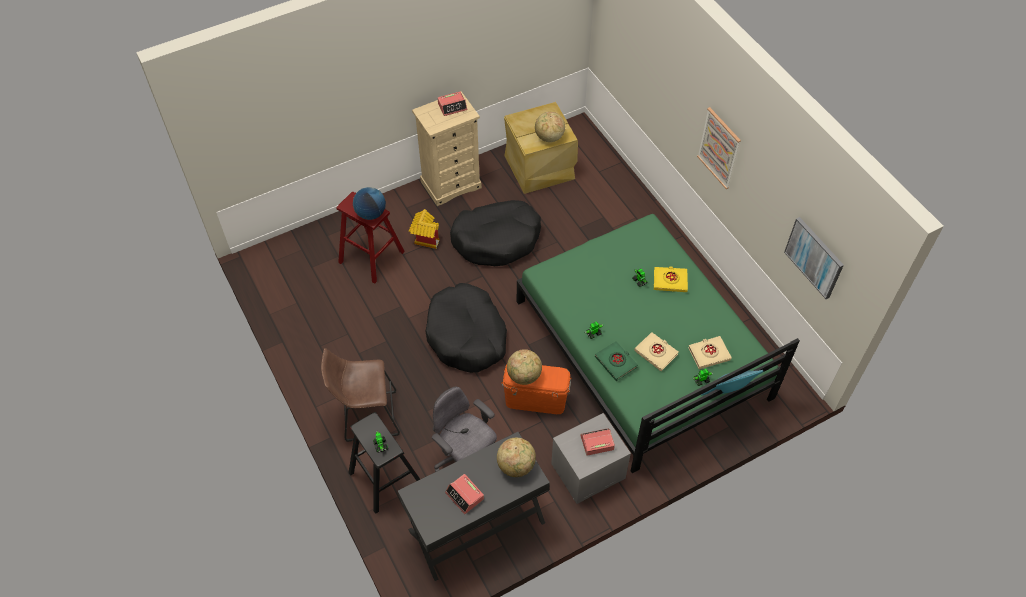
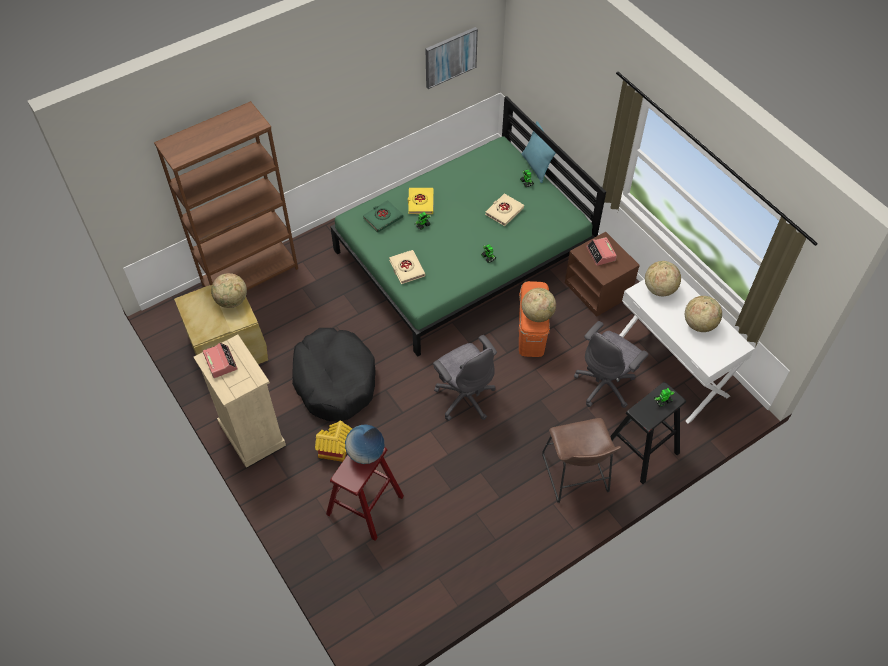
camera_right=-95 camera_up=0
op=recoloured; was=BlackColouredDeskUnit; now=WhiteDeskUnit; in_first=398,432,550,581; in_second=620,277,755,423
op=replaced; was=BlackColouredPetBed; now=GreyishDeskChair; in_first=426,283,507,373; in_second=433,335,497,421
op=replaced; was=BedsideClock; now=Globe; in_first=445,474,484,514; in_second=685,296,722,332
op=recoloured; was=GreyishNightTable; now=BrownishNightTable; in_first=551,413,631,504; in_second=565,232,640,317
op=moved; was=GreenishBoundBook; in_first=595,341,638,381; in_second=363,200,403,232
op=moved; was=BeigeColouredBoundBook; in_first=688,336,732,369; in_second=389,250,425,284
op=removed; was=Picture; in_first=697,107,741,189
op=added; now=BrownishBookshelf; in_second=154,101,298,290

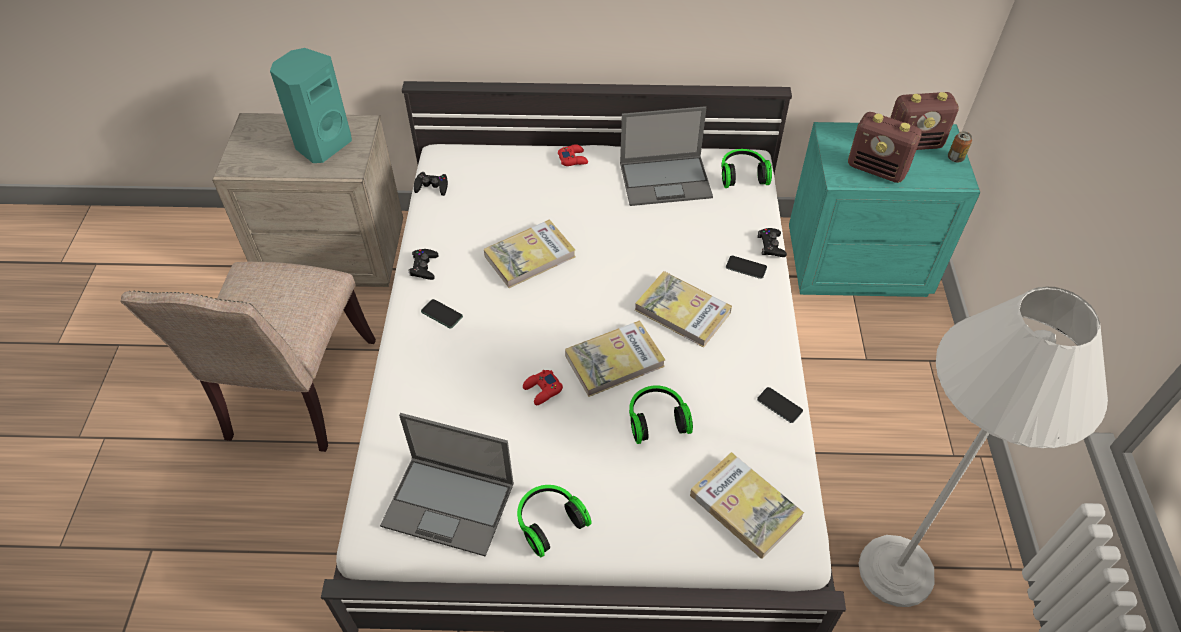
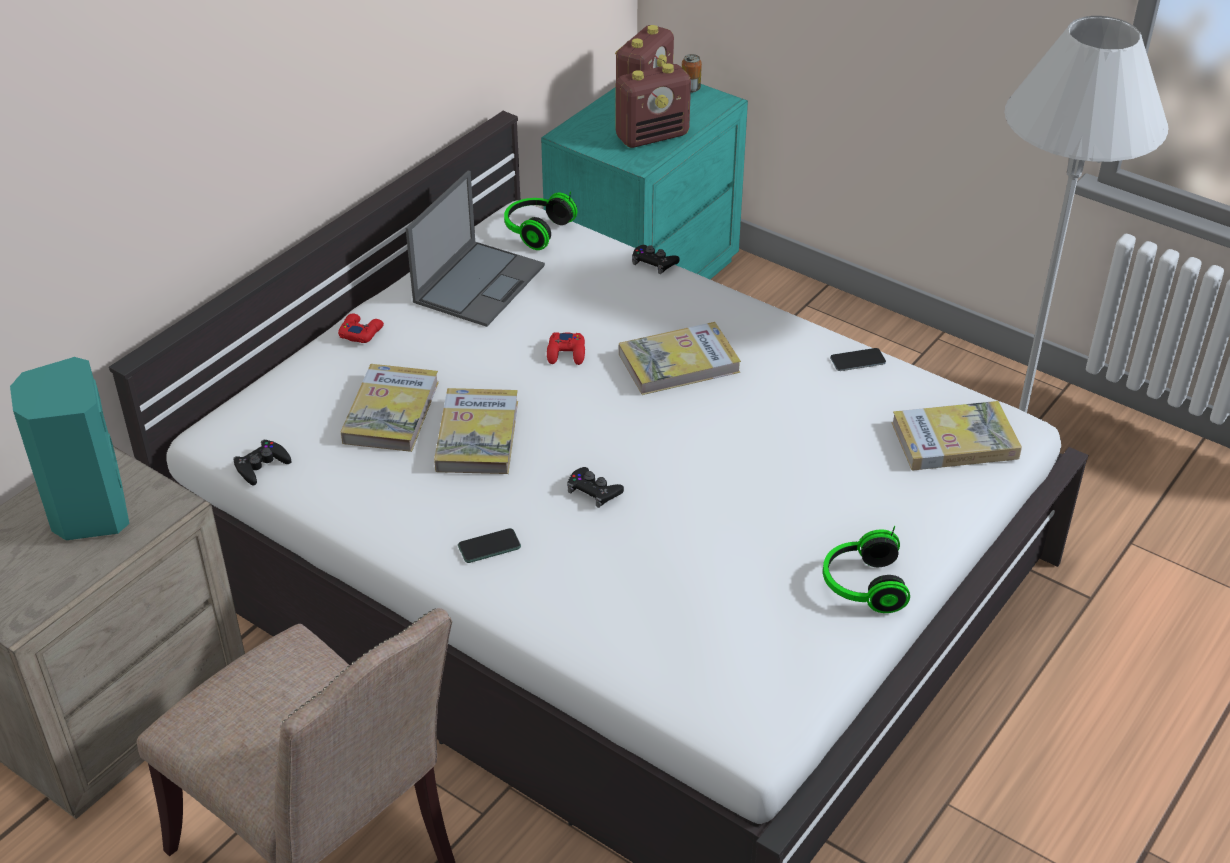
camera_right=-55 camera_up=-10
op=removed; was=Laptop; in_first=380,413,514,557
op=moved; was=BlackColouredGamepad; in_first=409,249,438,280; in_second=567,467,624,508
op=moved; was=ReddishGamepad; in_first=523,370,563,405; in_second=547,332,585,365
op=moved; was=BoundBook; in_first=565,321,665,397; in_second=341,364,439,452
op=removed; was=PairOfHeadphones; in_first=629,385,693,444
op=removed; was=Phone; in_first=726,256,767,279

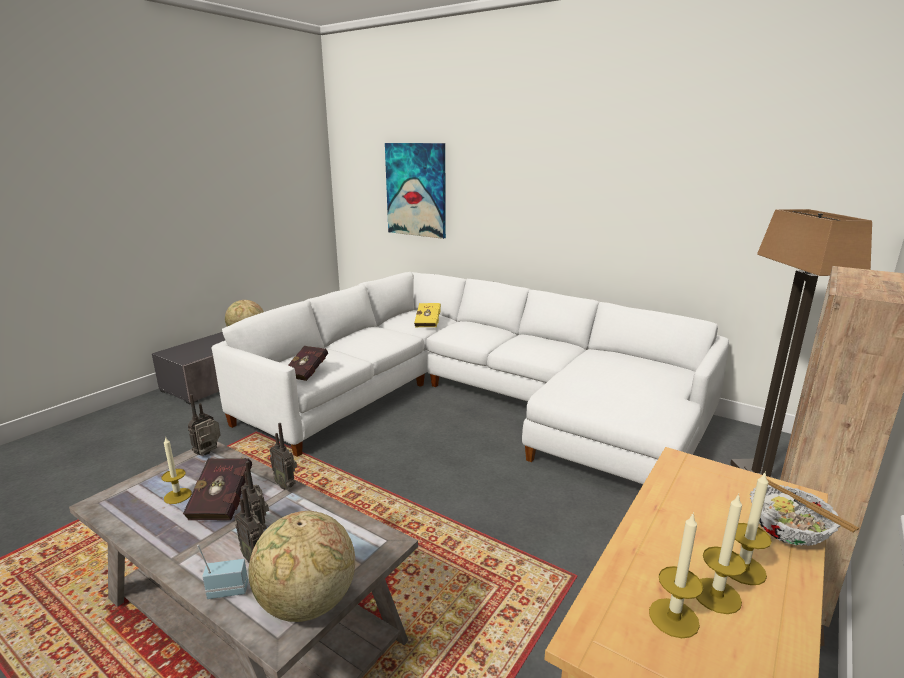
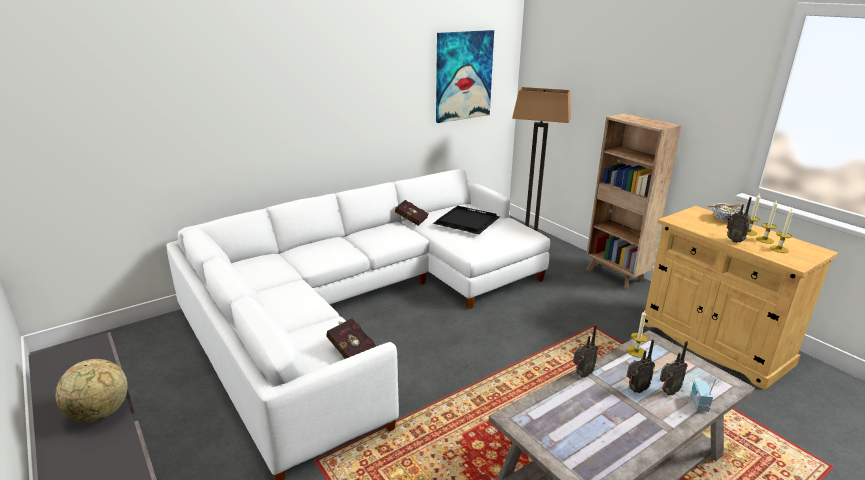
camera_right=-70 camera_up=5
op=moved; was=WaxLight; in_first=161,436,192,504; in_second=627,310,648,358
op=moved; was=ReddishBoundBook; in_first=183,455,252,520; in_second=394,200,429,226
op=moved; was=Radio; in_first=188,394,220,455; in_second=727,197,752,243
op=removed; was=Globe; in_first=248,511,355,622
op=moved; was=Picture; in_first=385,143,446,239; in_second=436,30,494,123
op=removed; was=YellowColouredBoundBook; in_first=414,303,441,327
op=added; now=BlackColouredServingTray; in_second=433,206,500,234

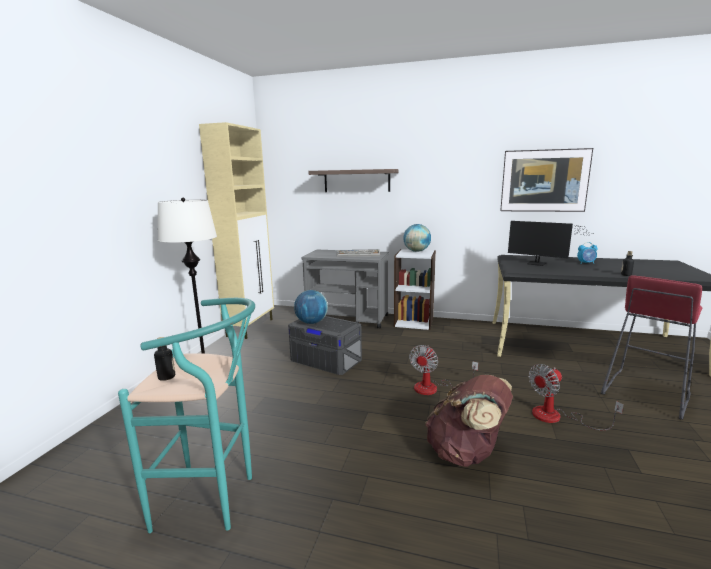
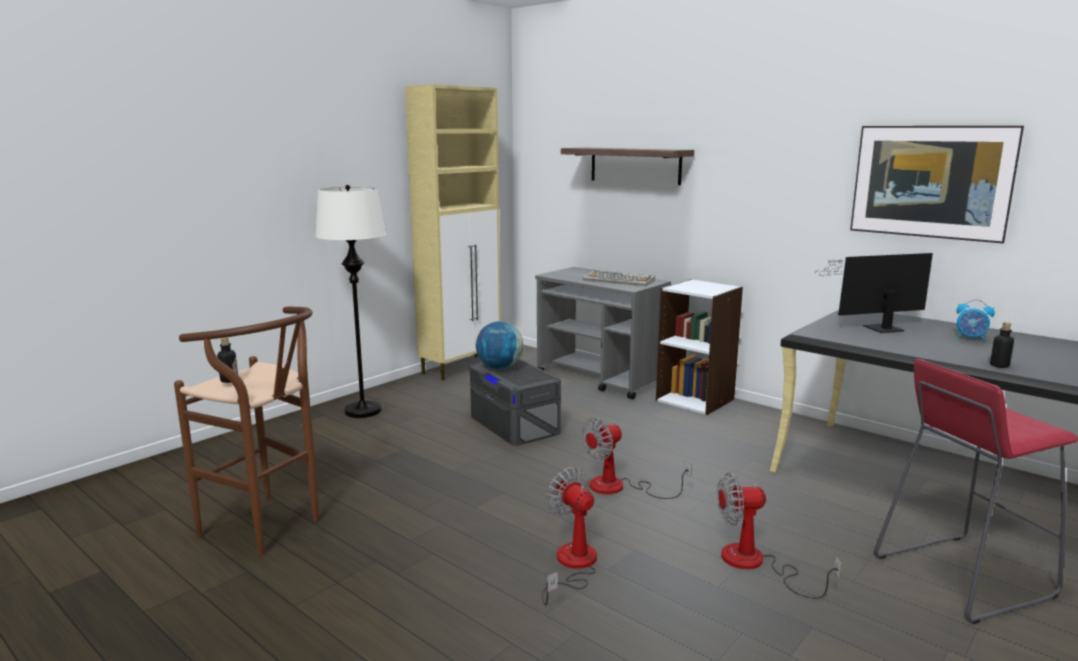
camera_right=25 camera_up=0
op=recoloured; was=TurquoiseColouredSittingStool; now=BrownishSittingStool; in_first=118,298,255,533; in_second=174,307,319,555
op=removed; was=Globe; in_first=403,224,431,252
op=replaced; was=BrownishKnapsack; now=ElectricFan; in_first=425,375,513,467; in_second=542,467,597,606
op=turned; was=ComputerScreen; in_first=508,221,587,266; in_second=818,253,933,333; clockwise=105

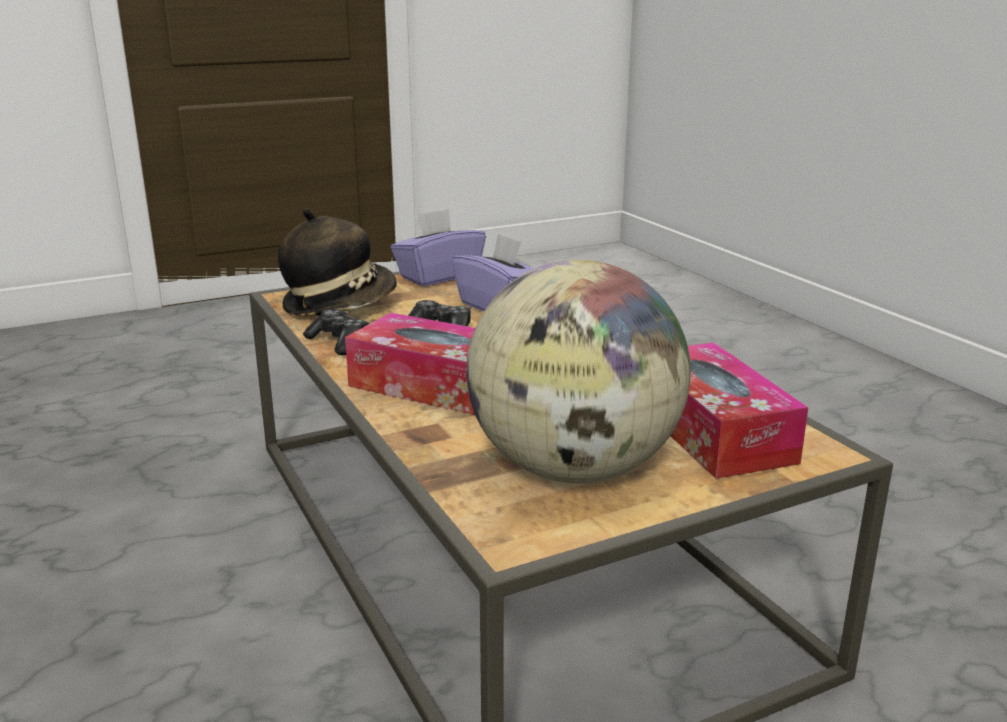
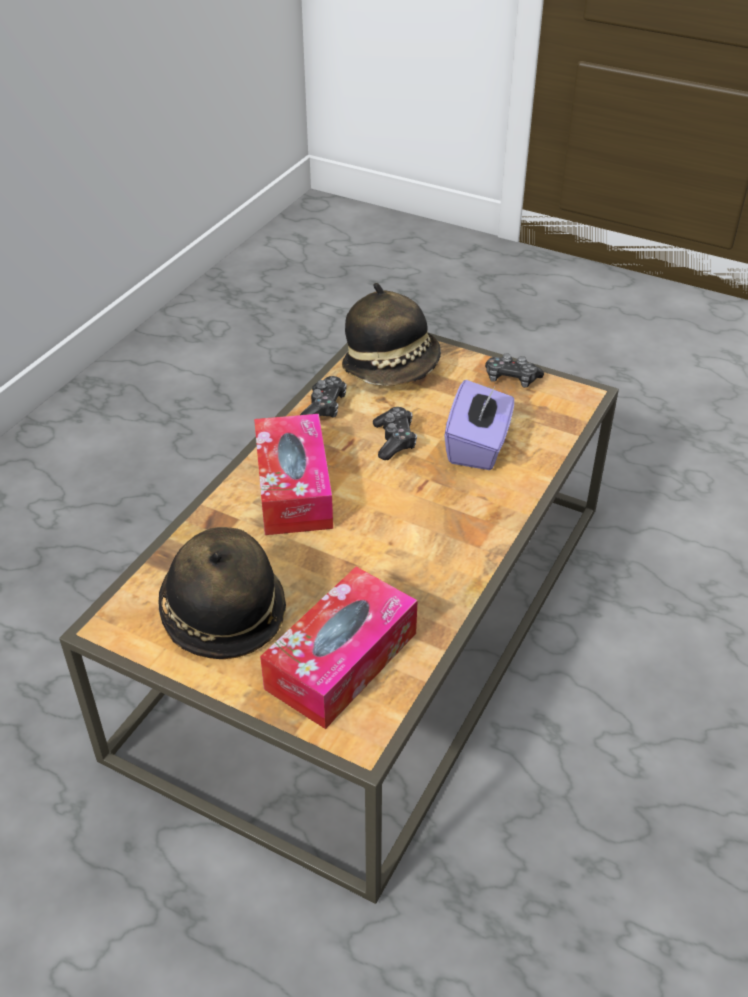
camera_right=55 camera_up=20
op=replaced; was=PurplishTissueHolder; now=Gamepad; in_first=391,209,486,286; in_second=485,353,544,388
op=replaced; was=Globe; now=WearableHat; in_first=466,260,691,483; in_second=158,527,286,659

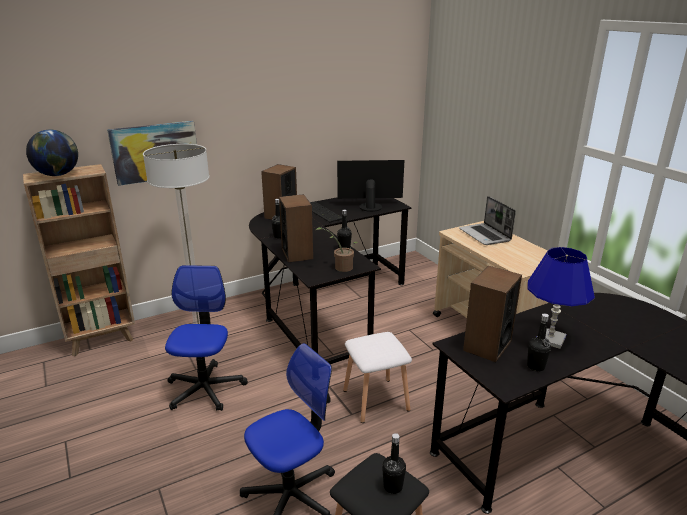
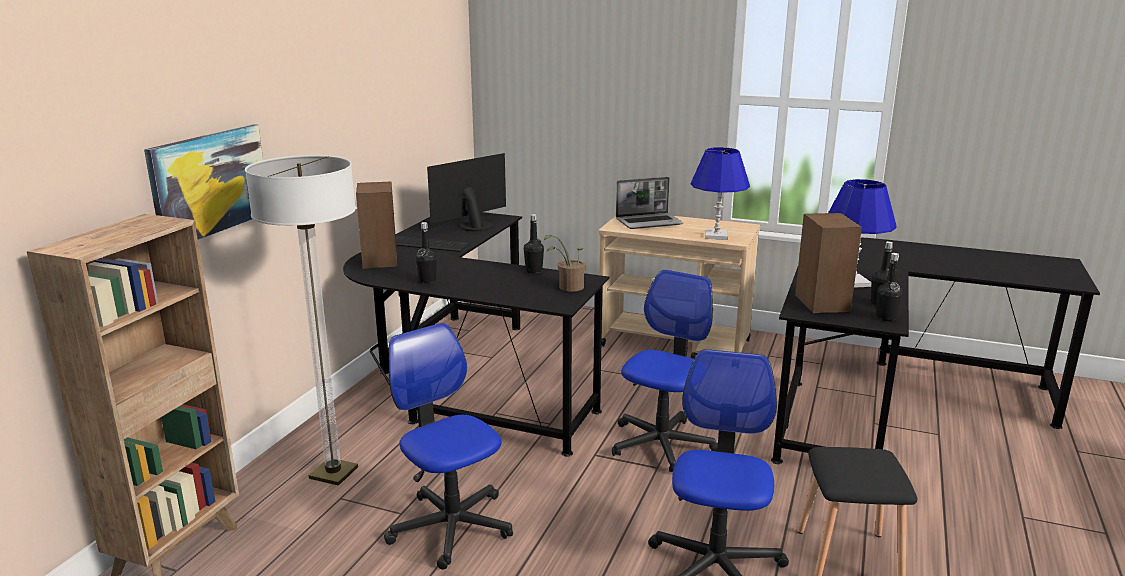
camera_right=-40 camera_up=-5
op=removed; was=Globe; in_first=26,130,78,176
op=removed; was=Speaker; in_first=279,194,313,263
op=replaced; was=WhiteSittingStool; now=DeskChair; in_first=343,332,412,423; in_second=612,270,718,472
op=moved; was=BlackColouredBeverageBottle; in_first=382,433,406,494; in_second=876,253,902,321
op=turned; was=Laptop; in_first=459,196,516,245; in_second=616,177,683,229; clockwise=-45
op=added; now=BlueLampForATable; in_second=691,147,750,240

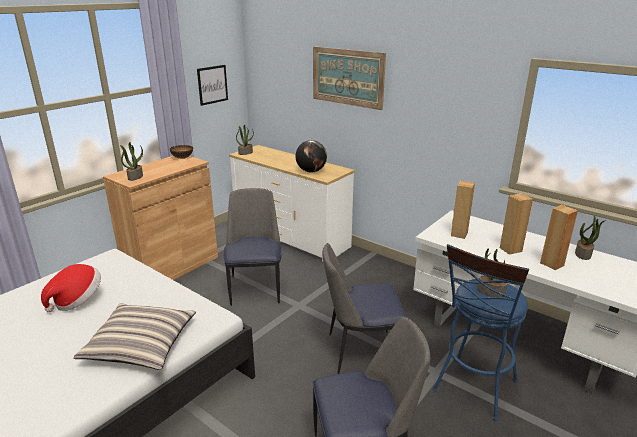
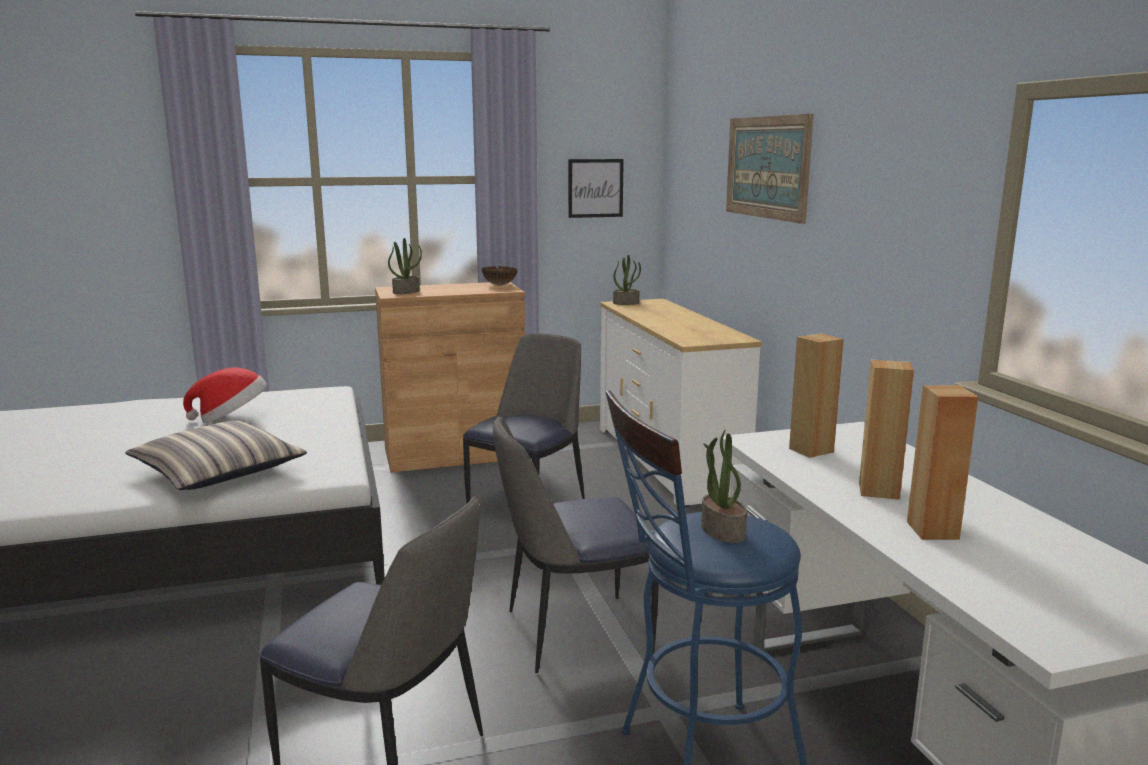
camera_right=35 camera_up=-10
op=removed; was=Globe; in_first=296,140,327,172
op=turned; was=PlainChair; in_first=322,243,406,374; in_second=493,416,659,673; clockwise=-45
op=removed; was=Houseplant; in_first=575,215,606,260

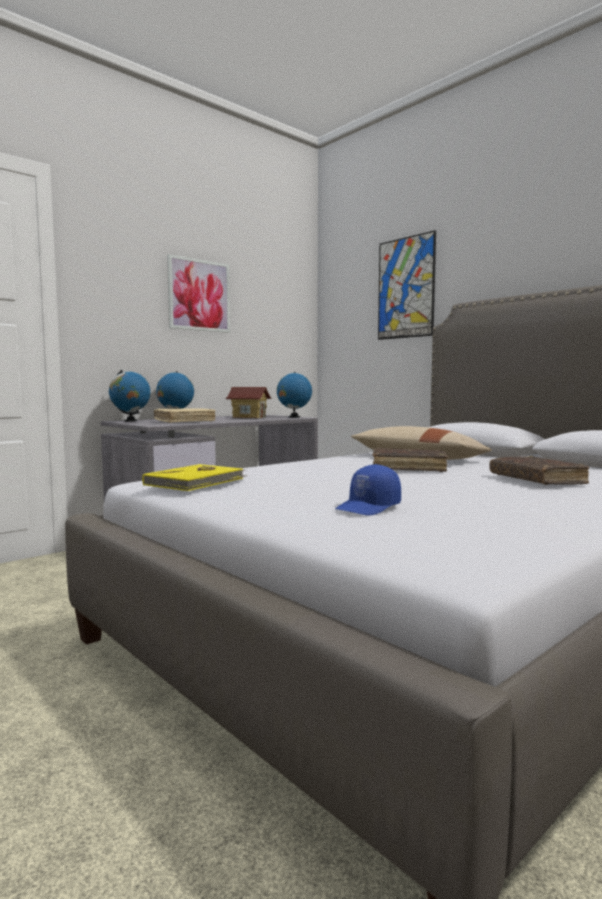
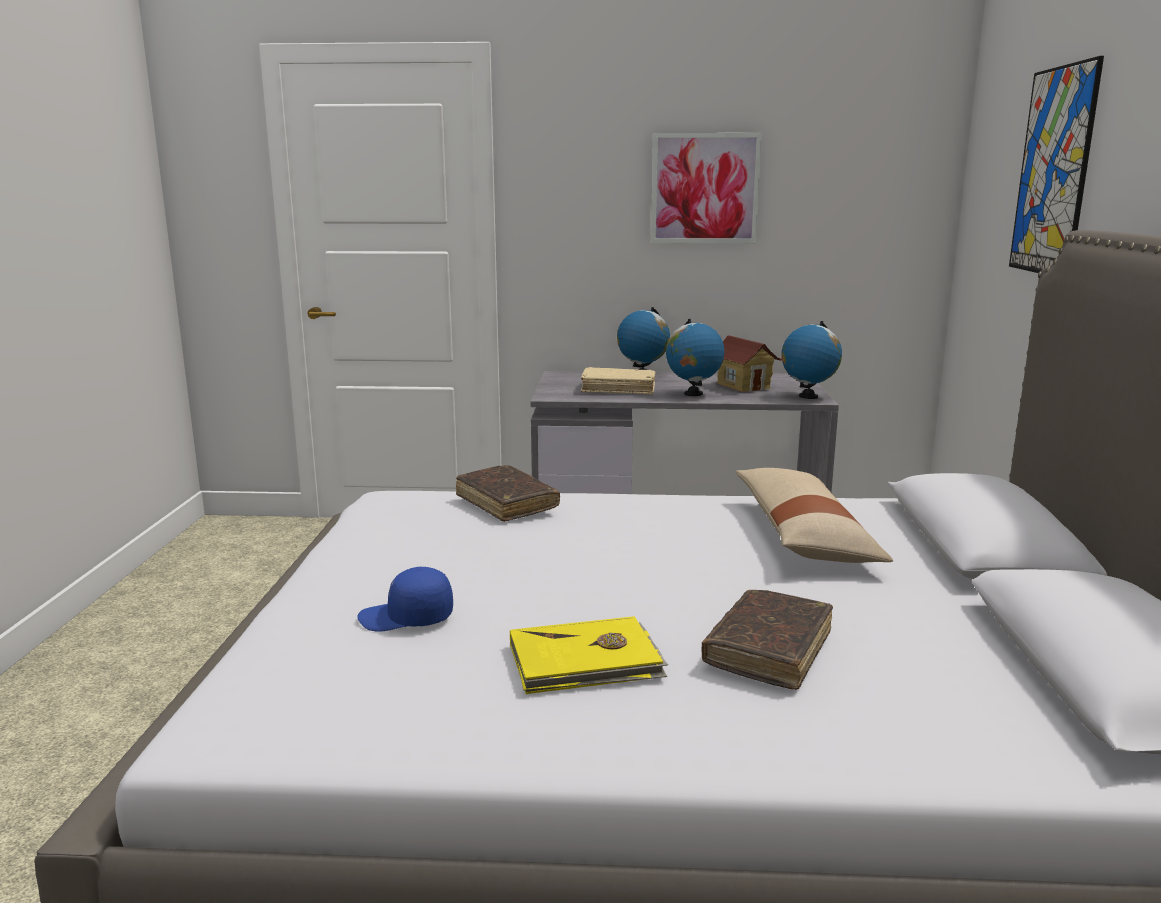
camera_right=45 camera_up=10
op=moved; was=Globe; in_first=109,370,151,422; in_second=666,319,724,396
op=moved; was=YellowColouredBoundBook; in_first=142,464,248,491; in_second=510,616,668,694
op=moved; was=BrownishBoundBook; in_first=372,447,448,472; in_second=456,465,560,522

